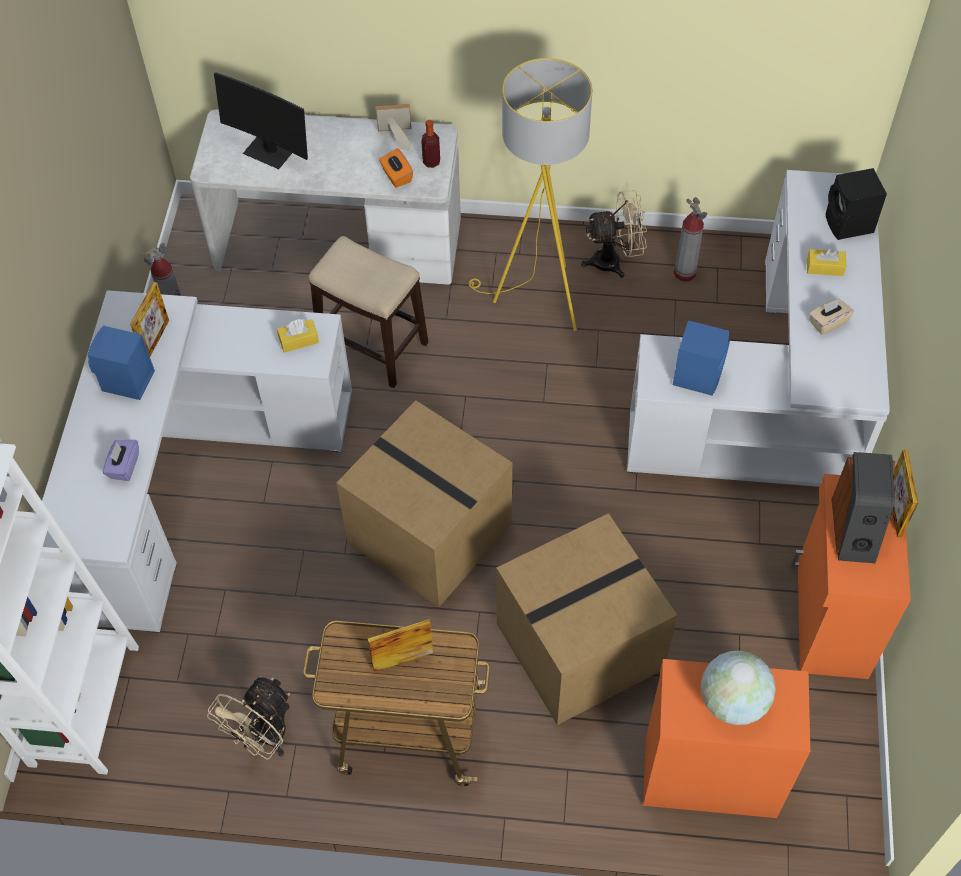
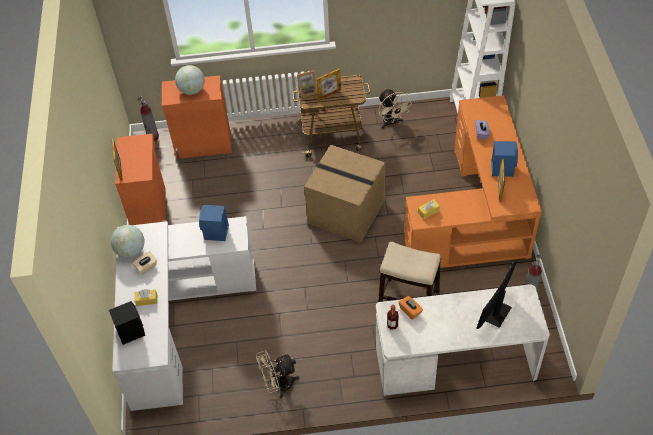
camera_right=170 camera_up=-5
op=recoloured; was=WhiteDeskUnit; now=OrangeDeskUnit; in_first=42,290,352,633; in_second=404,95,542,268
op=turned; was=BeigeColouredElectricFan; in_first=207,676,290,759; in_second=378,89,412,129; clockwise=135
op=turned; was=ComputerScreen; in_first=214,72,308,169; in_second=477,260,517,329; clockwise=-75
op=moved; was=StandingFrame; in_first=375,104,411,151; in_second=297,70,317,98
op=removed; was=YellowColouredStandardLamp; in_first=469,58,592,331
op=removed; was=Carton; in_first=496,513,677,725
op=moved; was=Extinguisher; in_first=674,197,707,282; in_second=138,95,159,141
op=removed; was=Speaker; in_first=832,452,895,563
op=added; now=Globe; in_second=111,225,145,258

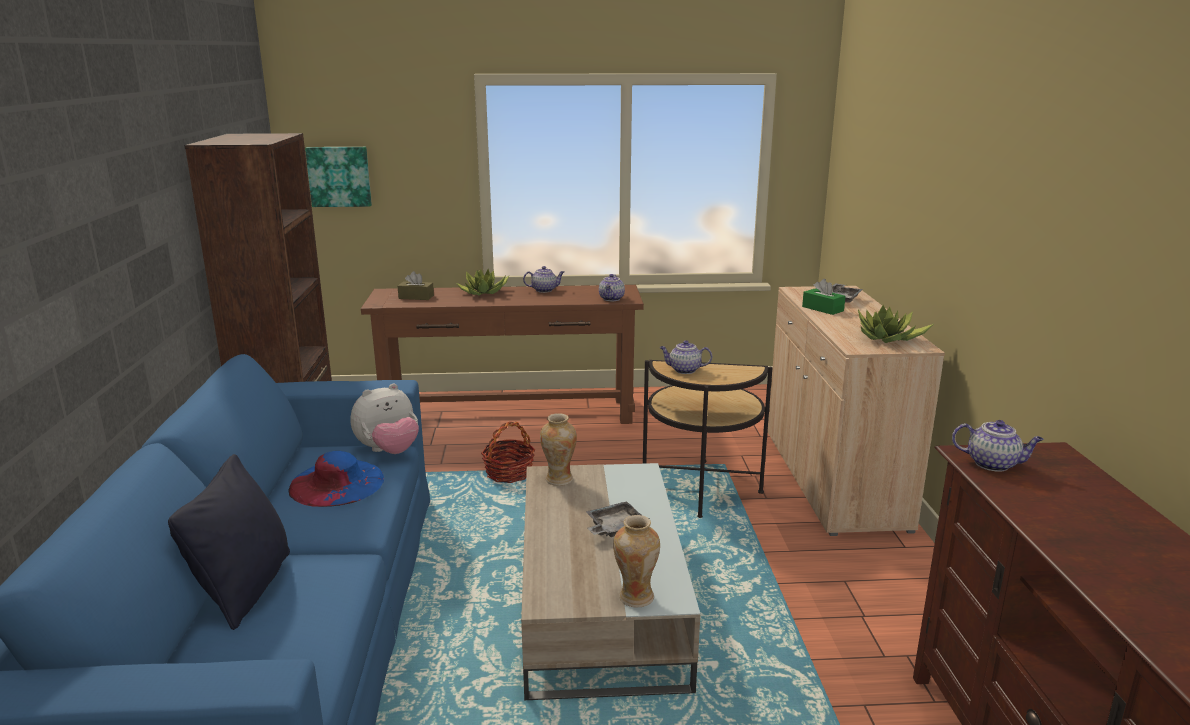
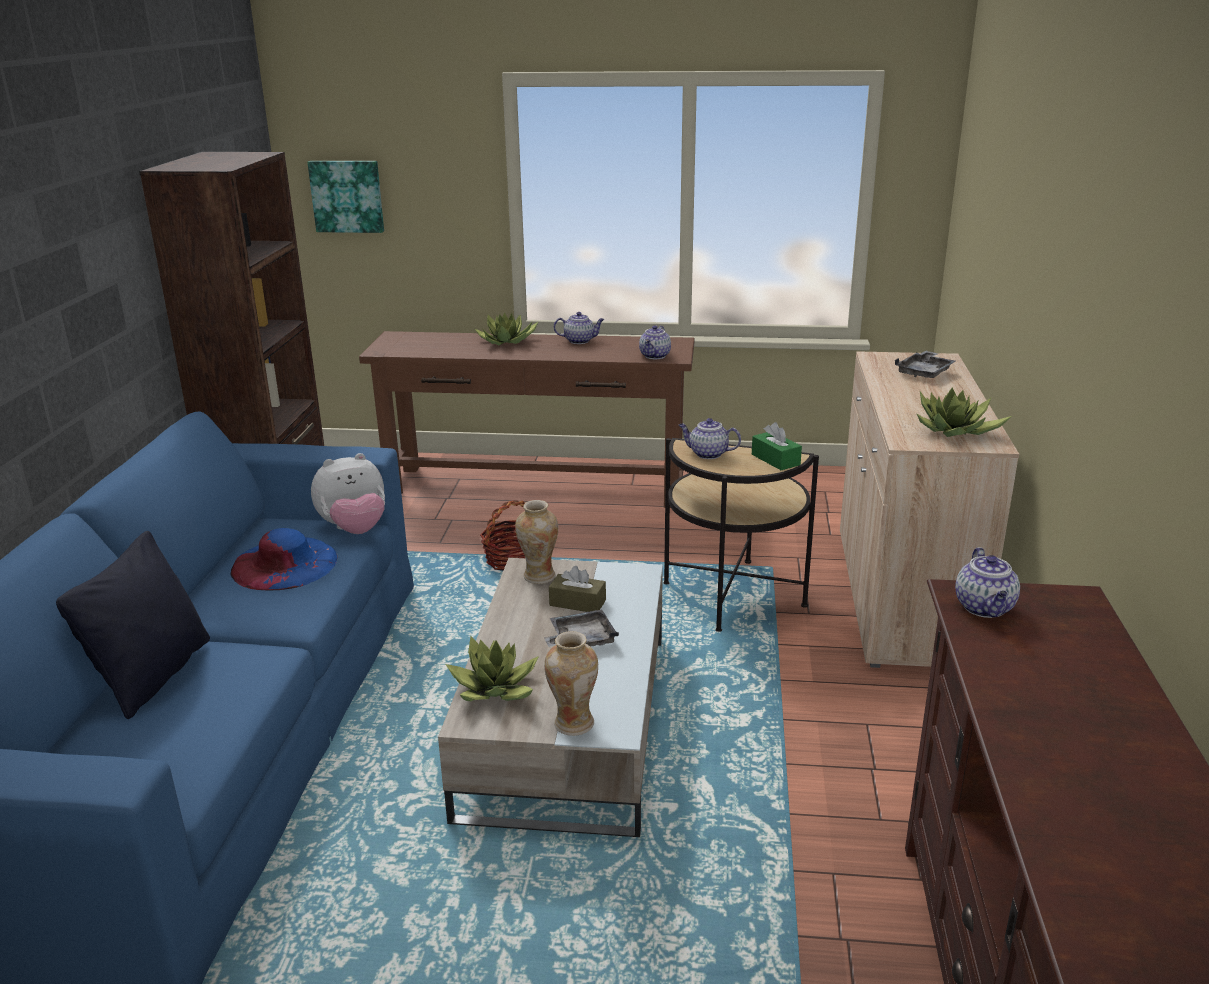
camera_right=10 camera_up=5
op=moved; was=BrownishTissueHolder; in_first=398,271,434,300; in_second=549,566,606,612
op=moved; was=GreenishTissueHolder; in_first=802,279,846,315; in_second=752,422,802,470
op=turned; was=Teapot; in_first=952,420,1044,472; in_second=955,547,1020,618; clockwise=60
op=added; now=Houseplant; in_second=445,636,539,701

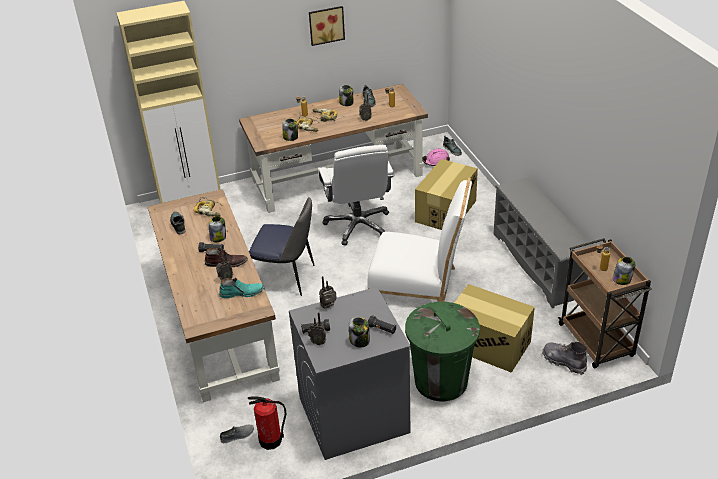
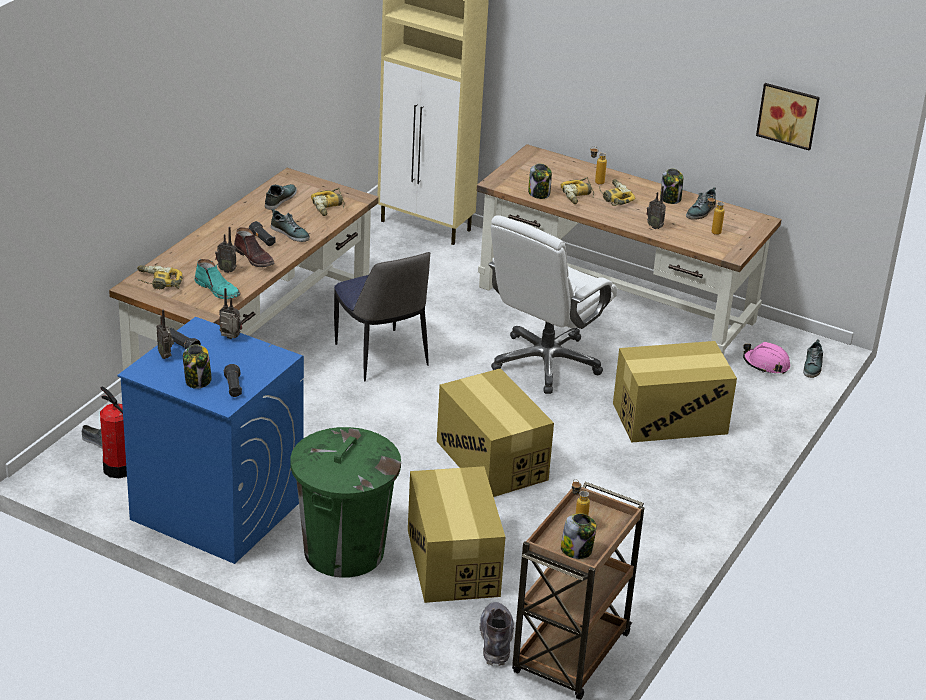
camera_right=45 camera_up=-5
op=replaced; was=StorageJar; now=Shoe; in_first=209,216,226,242; in_second=271,208,310,242
op=recoloured; was=GreyishLaundryAppliance; now=BlueLaundryAppliance; in_first=289,287,411,460; in_second=118,317,304,564
op=moved; was=Picture; in_first=309,6,345,46; in_second=756,83,820,151
op=replaced; was=WhitePlainChair; now=Carton; in_first=367,178,472,302; in_second=437,368,554,497
op=removed; was=GreyishShoeStand; in_first=494,178,592,308
op=added; now=Drill; in_second=137,265,183,289

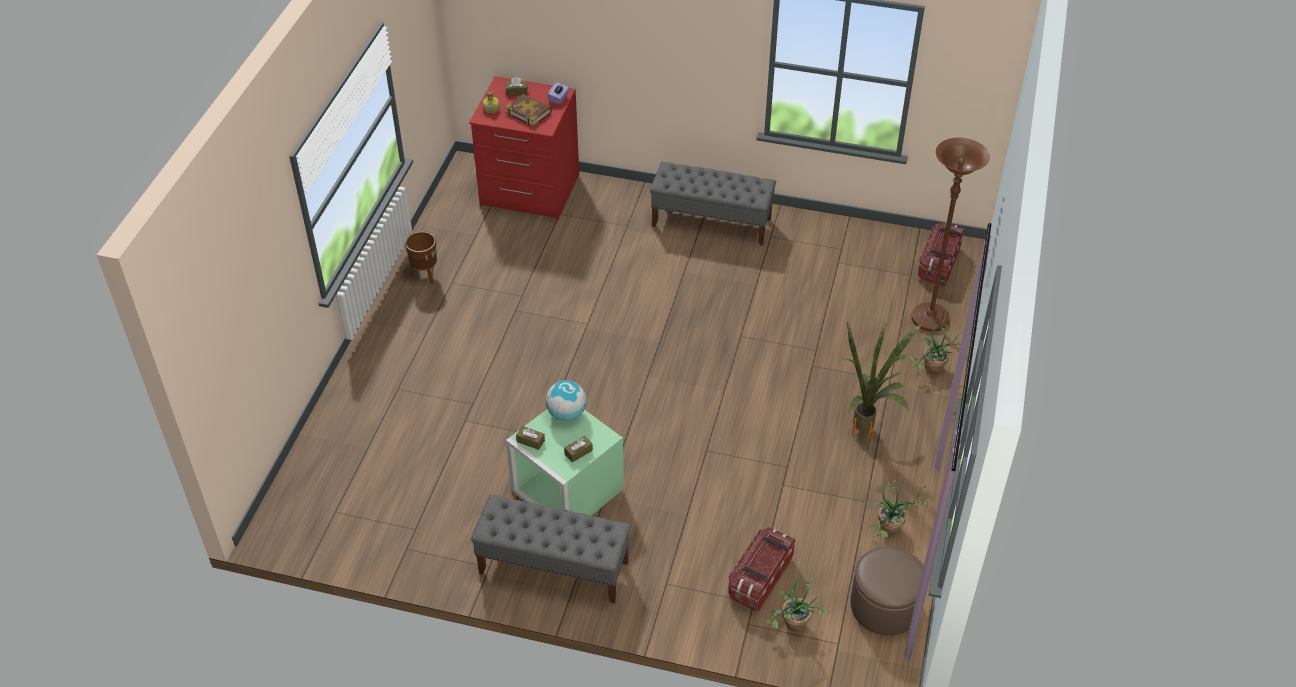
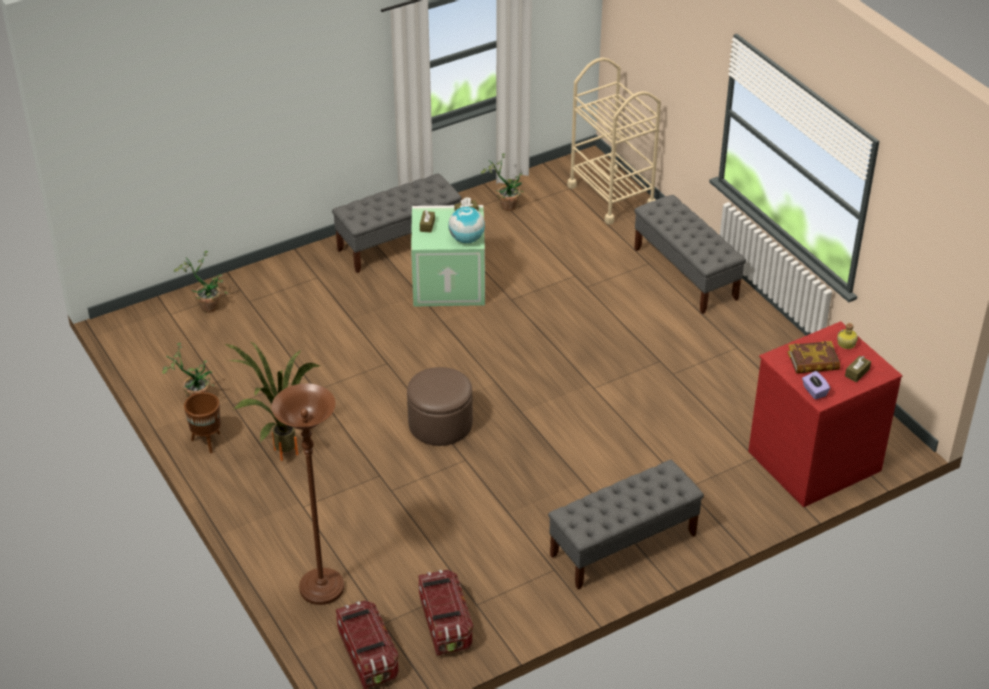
camera_right=135 camera_up=-5
op=moved; was=BrownishFlowerPot; in_first=405,231,437,284; in_second=184,392,221,453
op=moved; was=StorageBox; in_first=728,527,795,611; in_second=418,570,473,655
op=moved; was=BrownishFootrest; in_first=850,546,924,635; in_second=407,367,473,446
op=moved; was=Houseplant; in_first=912,324,969,374; in_second=481,153,524,211
op=added; now=BeigeColouredCart; in_second=567,58,661,225
op=added; now=GreyishLongSeat; in_second=634,195,746,314

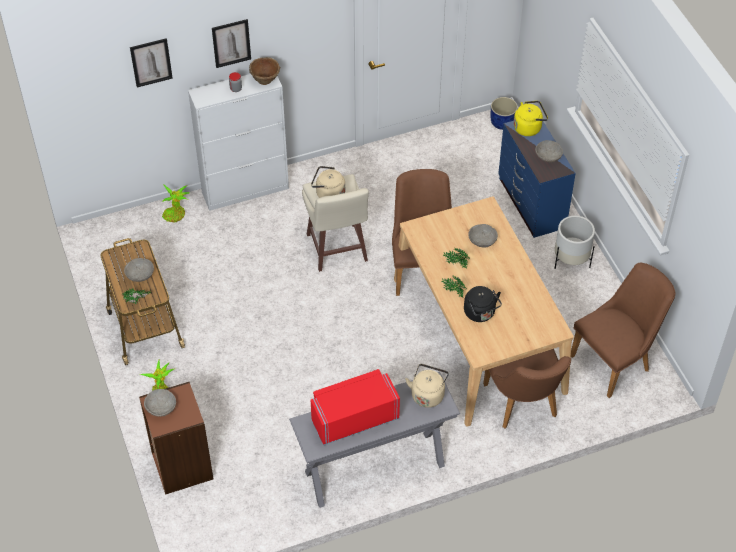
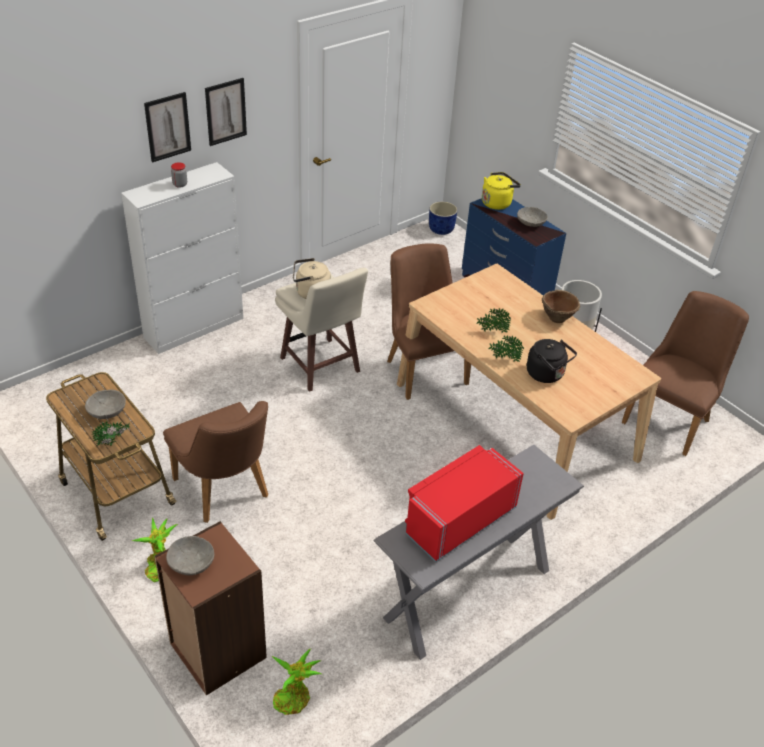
camera_right=-20 camera_up=-10
op=moved; was=Picture; in_first=130,38,173,87; in_second=205,78,247,146
op=moved; was=Houseplant; in_first=162,184,189,223; in_second=271,649,322,715
op=moved; was=BrownishServingBowl; in_first=249,57,280,85; in_second=542,290,580,323
op=removed; was=BeigeColouredKettle; in_first=405,364,449,408
op=removed; was=GreyishServingBowl; in_first=469,224,498,247
op=moved; was=BrownishPlainChair; in_first=483,349,571,429; in_second=163,401,268,523

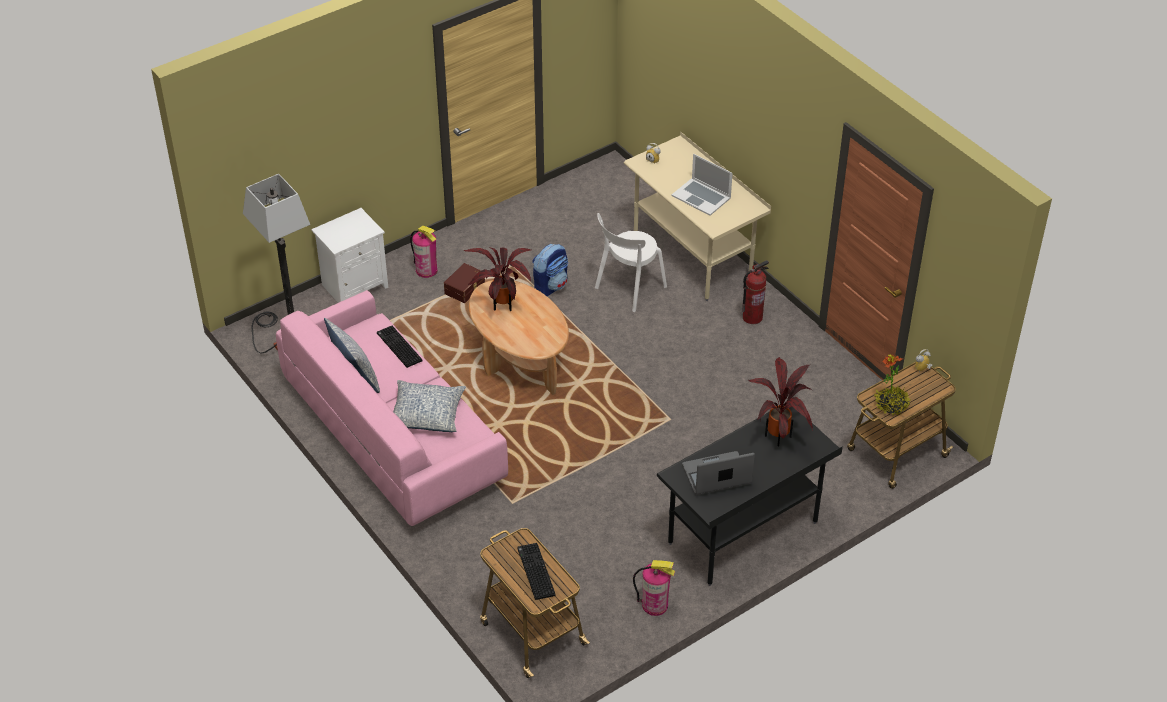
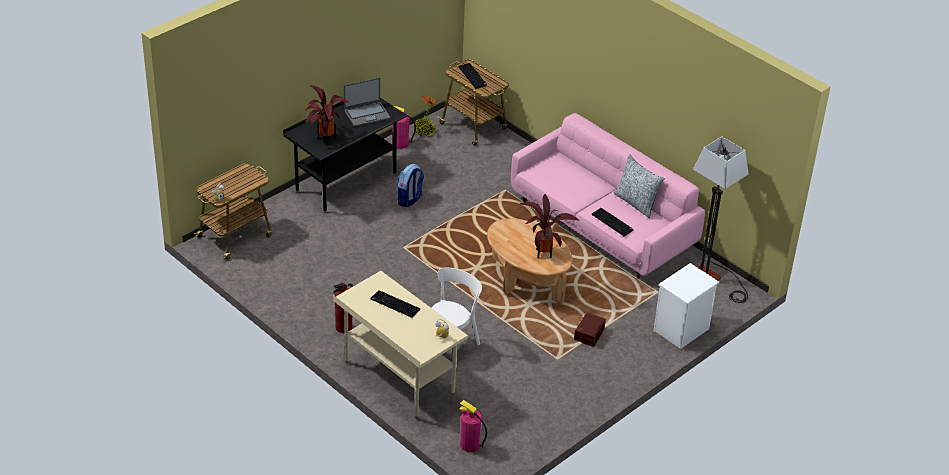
camera_right=170 camera_up=-5
op=removed; was=Pillow; in_first=393,380,466,432
op=moved; was=Extinguisher; in_first=410,225,437,278; in_second=459,400,487,452
op=moved; was=Knapsack; in_first=532,244,568,296; in_second=397,164,424,207
op=replaced; was=Laptop; now=PcKeyboard; in_first=672,154,733,216; in_second=371,290,420,318
op=moved; was=Houseplant; in_first=874,355,911,415; in_second=413,94,436,137

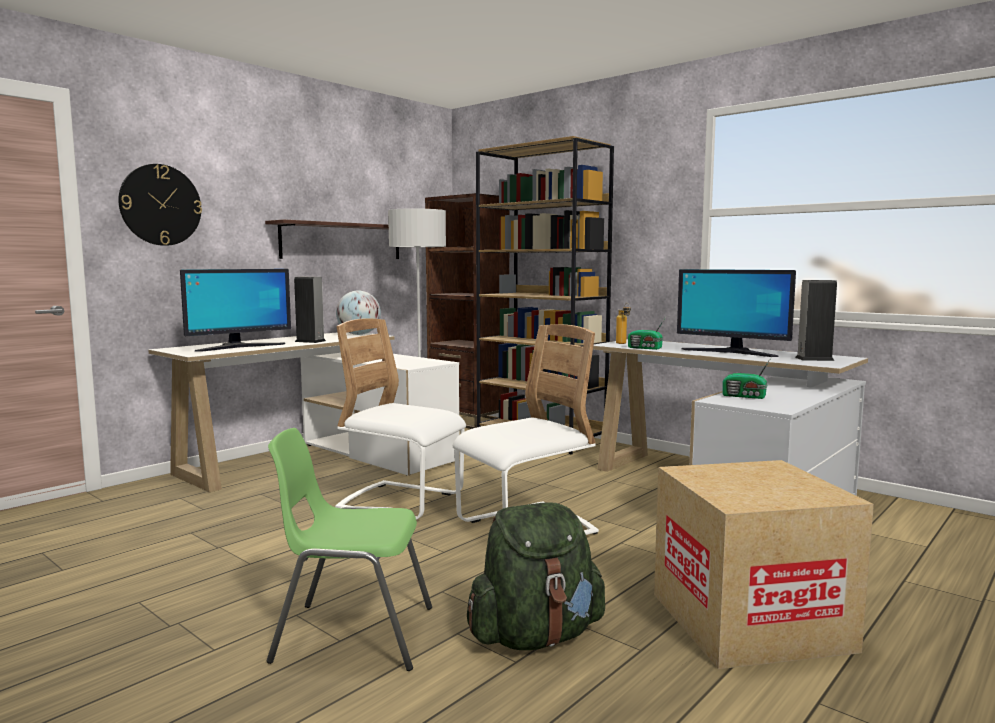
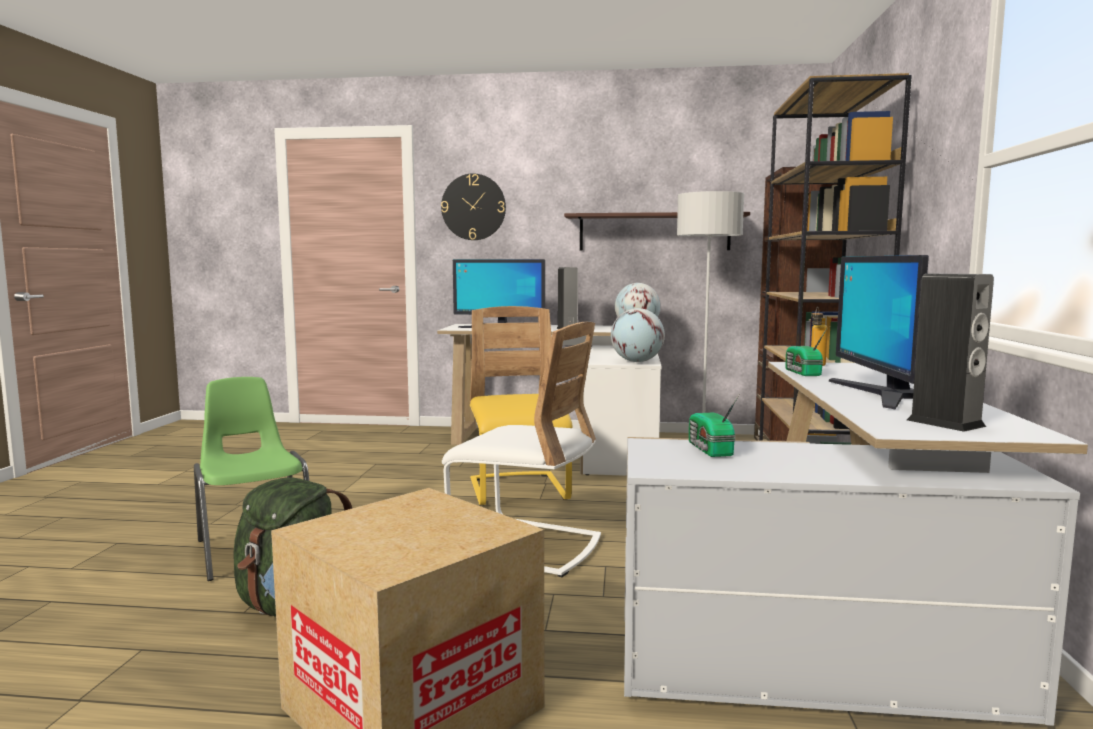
camera_right=55 camera_up=0
op=recoloured; was=WhitePlainChair; now=YellowColouredPlainChair; in_first=335,318,466,520; in_second=470,306,573,505
op=added; now=Globe; in_second=611,308,665,362

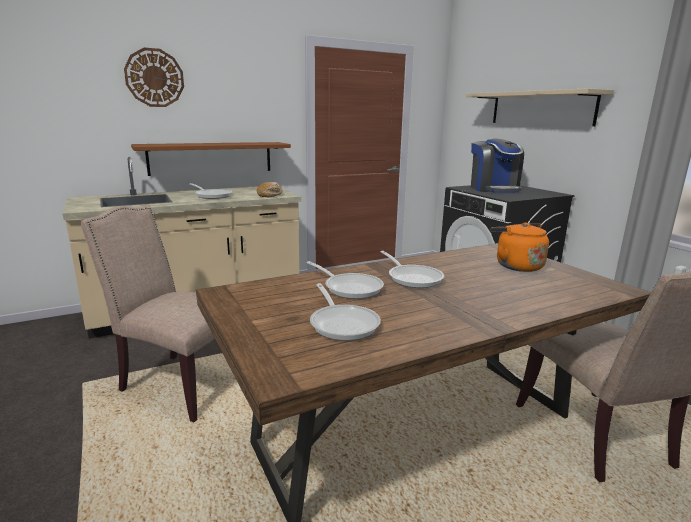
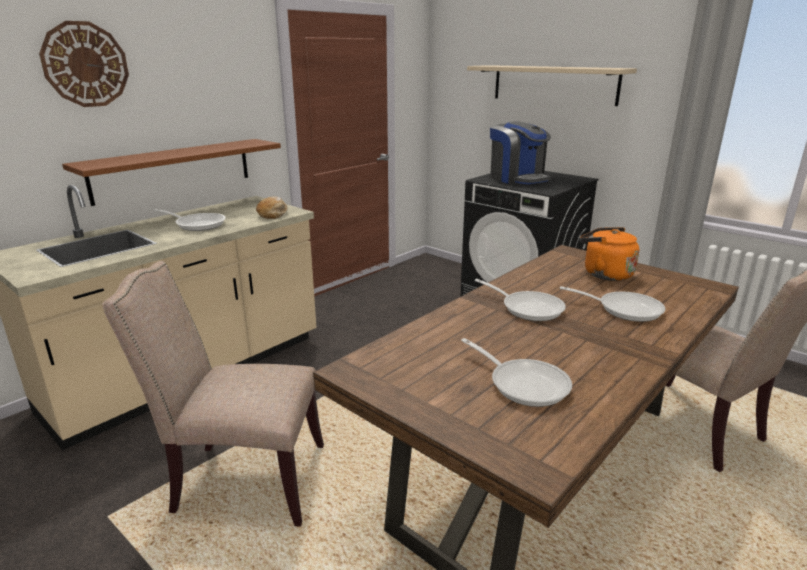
camera_right=-20 camera_up=5
op=moved; was=FryingPan; in_first=306,261,384,299; in_second=560,286,665,322

